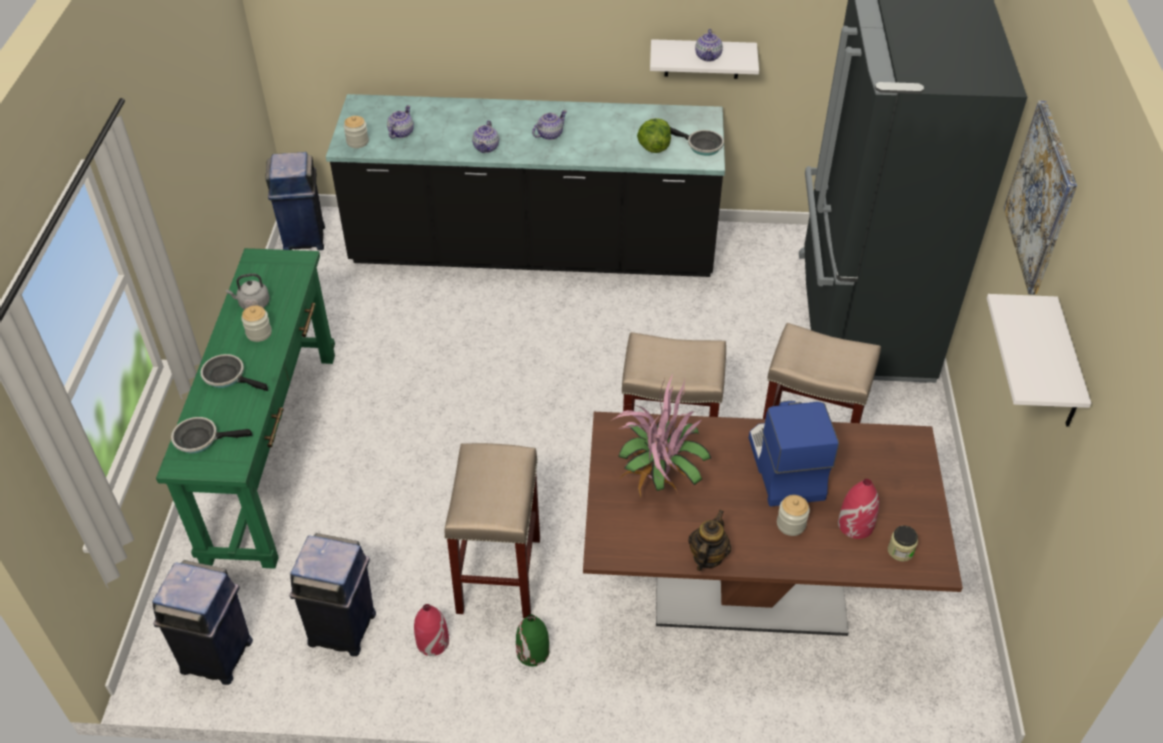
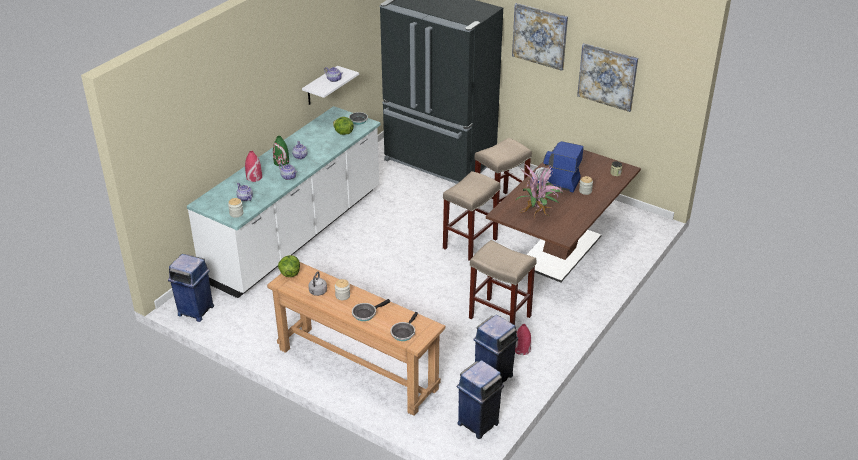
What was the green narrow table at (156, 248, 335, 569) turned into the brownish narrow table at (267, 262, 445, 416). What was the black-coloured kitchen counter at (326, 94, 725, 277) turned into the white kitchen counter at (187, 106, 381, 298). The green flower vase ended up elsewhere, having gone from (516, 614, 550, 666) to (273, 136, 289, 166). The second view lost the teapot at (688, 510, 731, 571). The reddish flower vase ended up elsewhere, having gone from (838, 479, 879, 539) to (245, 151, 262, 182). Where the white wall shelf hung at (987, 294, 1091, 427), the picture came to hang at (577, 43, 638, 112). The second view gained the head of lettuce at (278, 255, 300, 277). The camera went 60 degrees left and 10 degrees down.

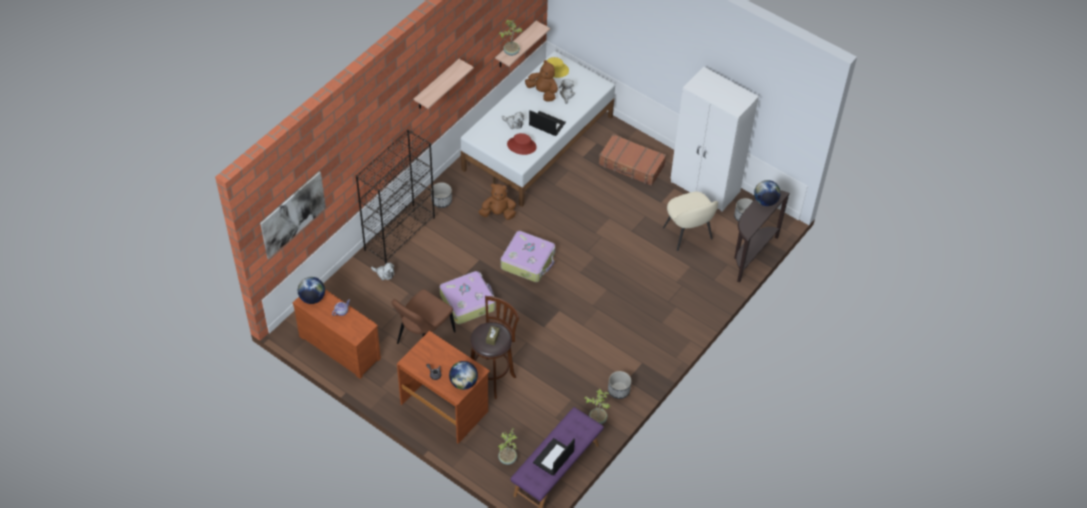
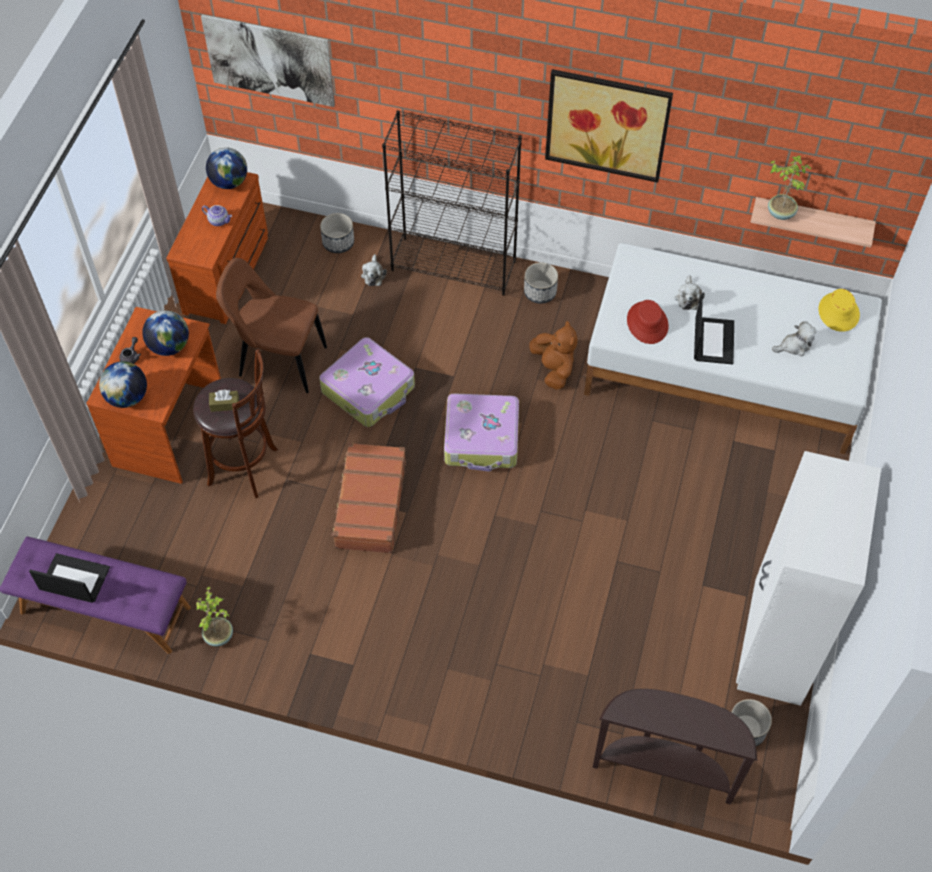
Where the wall shelf hung at (414, 59, 474, 109), the picture came to hang at (545, 69, 673, 183). The second view lost the houseplant at (498, 428, 517, 465). The second view lost the brownish plush toy at (525, 60, 558, 102). The brownish travel case ended up elsewhere, having gone from (599, 134, 666, 186) to (331, 443, 406, 553). The planter ended up elsewhere, having gone from (608, 371, 631, 399) to (320, 213, 354, 253). The second view lost the beige upright chair at (663, 192, 718, 251). The desk globe ended up elsewhere, having gone from (754, 180, 781, 206) to (142, 310, 189, 356). The camera went 70 degrees right and 5 degrees up.

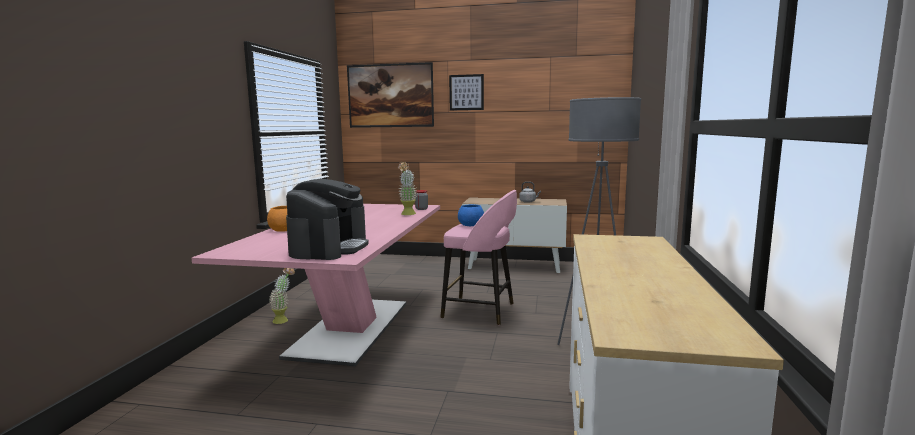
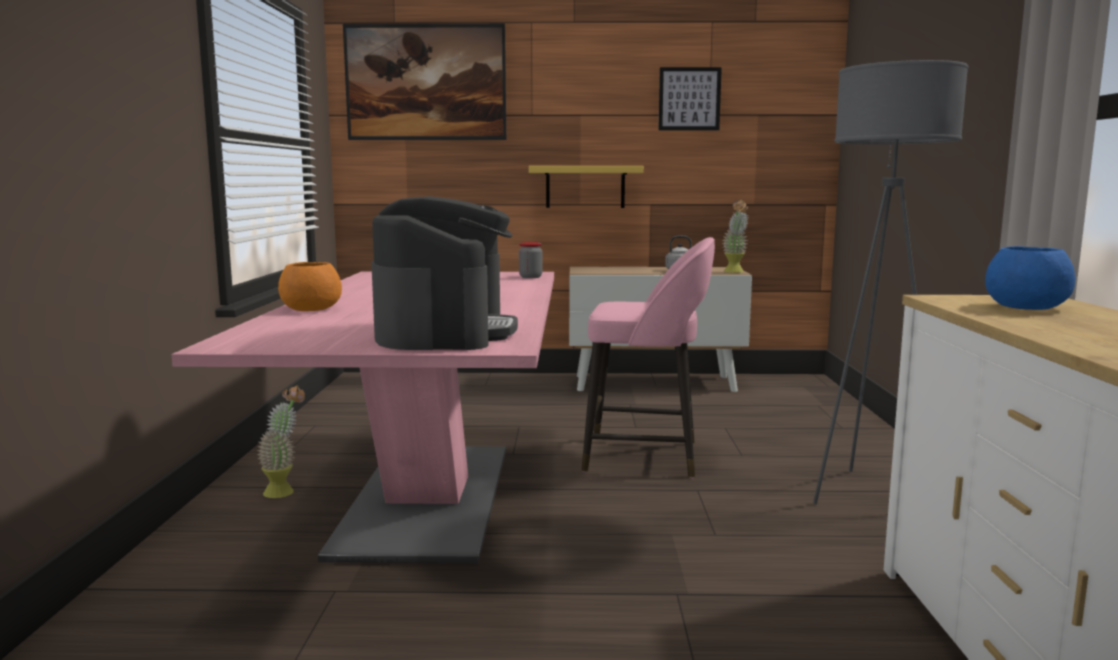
The houseplant ended up elsewhere, having gone from (398, 162, 417, 215) to (722, 200, 748, 273). The picture ended up elsewhere, having gone from (449, 74, 484, 110) to (658, 67, 722, 130). The blue serving bowl ended up elsewhere, having gone from (458, 204, 484, 226) to (985, 246, 1076, 310). The second view gained the yellowish wall shelf at (529, 166, 644, 208). The camera went 10 degrees left and 0 degrees up.

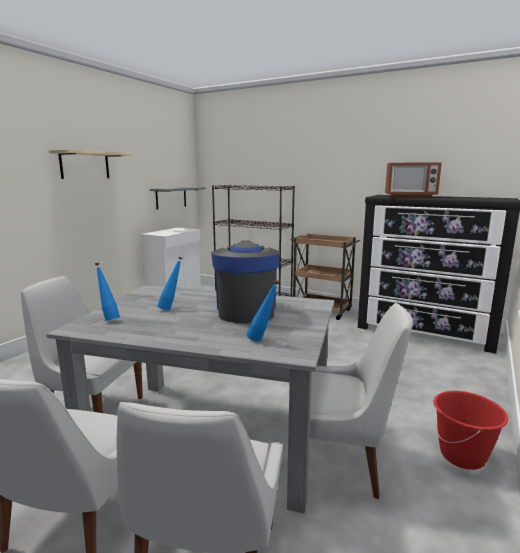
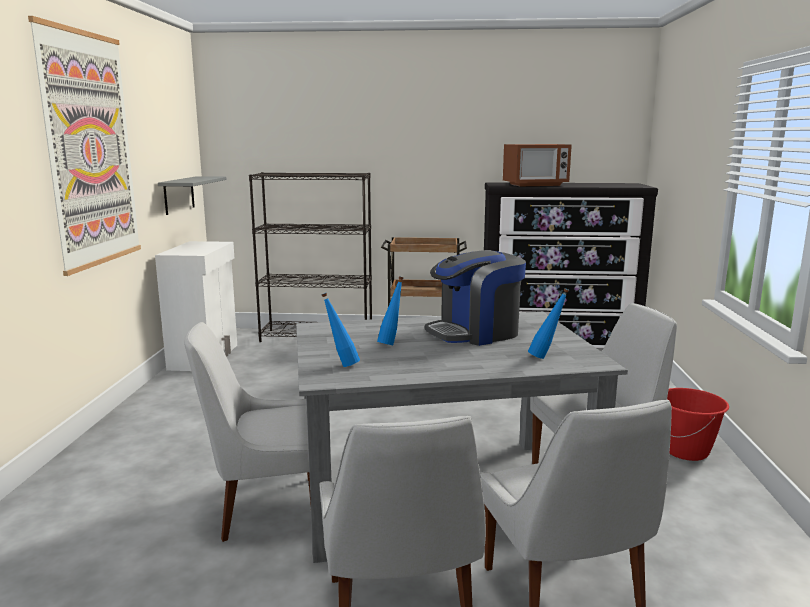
Where the beige wall shelf hung at (48, 149, 132, 179), the picture came to hang at (28, 16, 141, 276). The coffee brewer at (211, 241, 280, 323) ended up facing another way, 90 degrees counterclockwise from before. The camera went 25 degrees left and 0 degrees up.

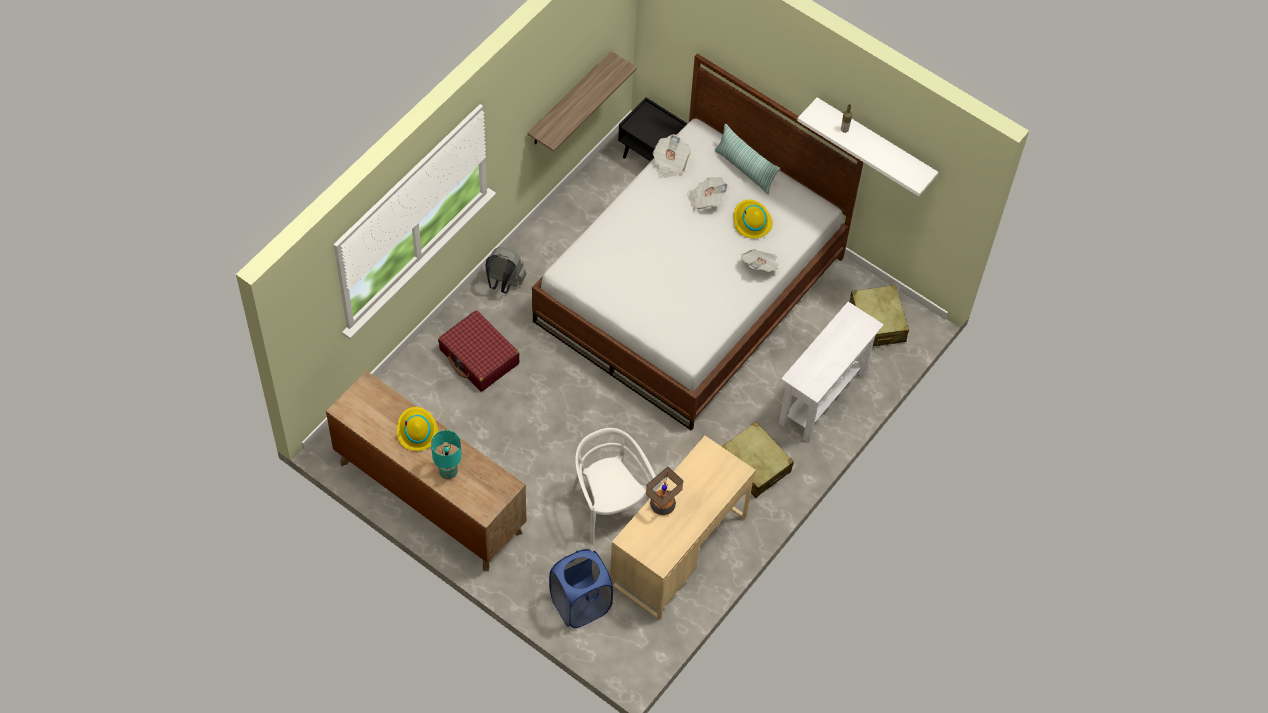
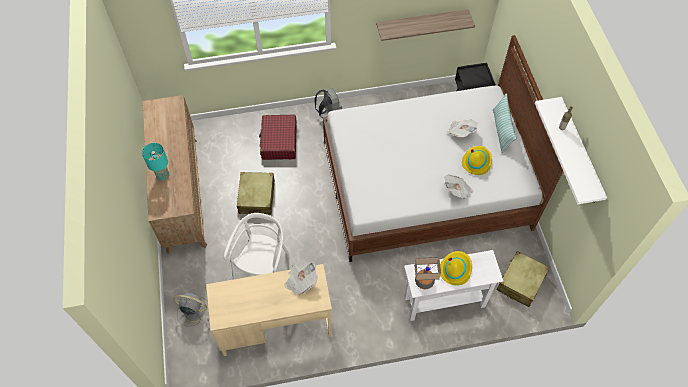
The yellowish clothing hat ended up elsewhere, having gone from (397, 407, 439, 451) to (440, 251, 472, 286). Where the blue hamper stood at (549, 549, 613, 628), the gray electric fan came to stand at (173, 293, 209, 327). The tabletop lamp ended up elsewhere, having gone from (646, 467, 683, 515) to (414, 257, 441, 289). The daily paper ended up elsewhere, having gone from (653, 134, 691, 178) to (284, 260, 318, 296). The beige travel case ended up elsewhere, having gone from (721, 422, 794, 498) to (237, 172, 275, 215). The camera went 45 degrees right and 0 degrees up.

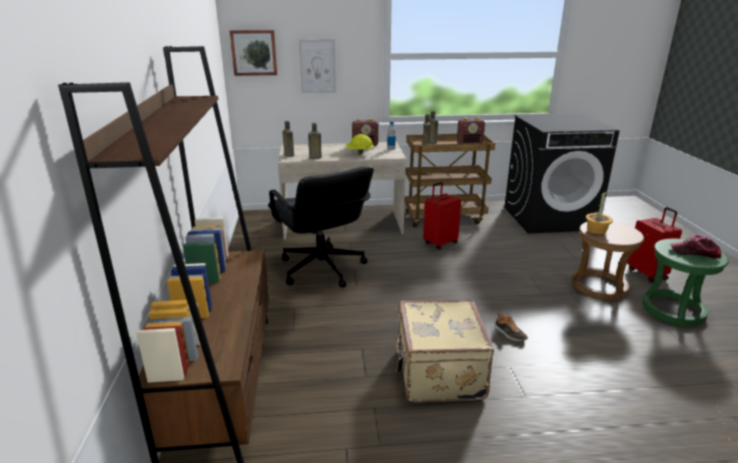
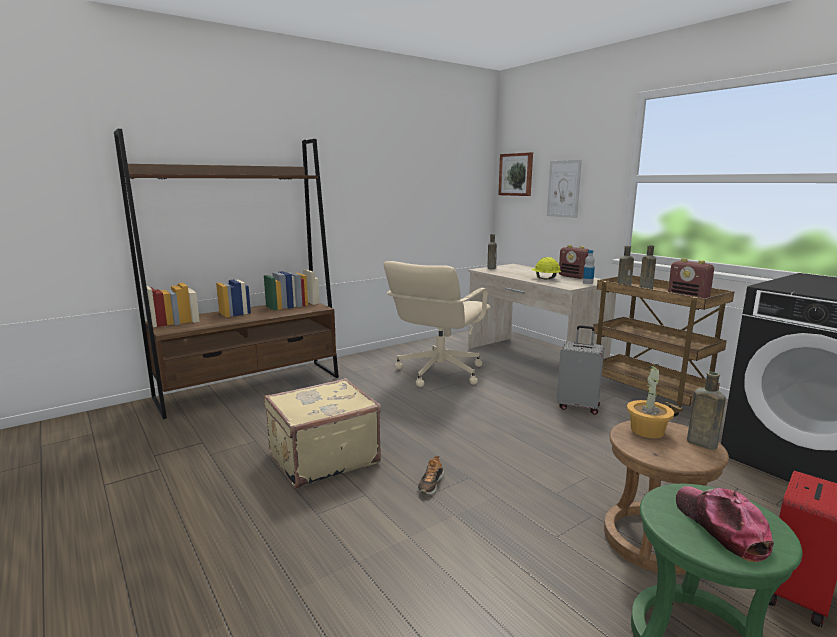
What was the black-coloured computer chair at (268, 166, 374, 287) turned into the beige computer chair at (383, 261, 490, 387). The brownish bottle ended up elsewhere, having gone from (308, 123, 322, 159) to (687, 372, 726, 450). What was the reddish travel case at (423, 182, 461, 250) turned into the gray travel case at (557, 325, 604, 415). The camera went 60 degrees right and 10 degrees down.

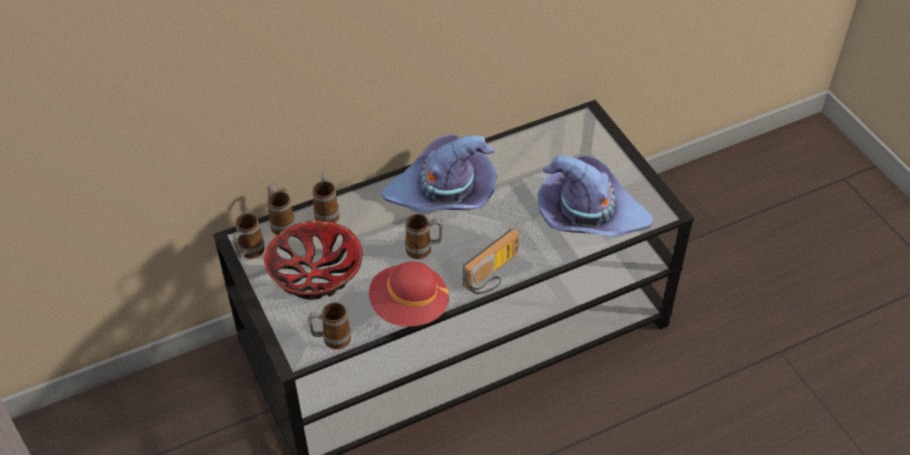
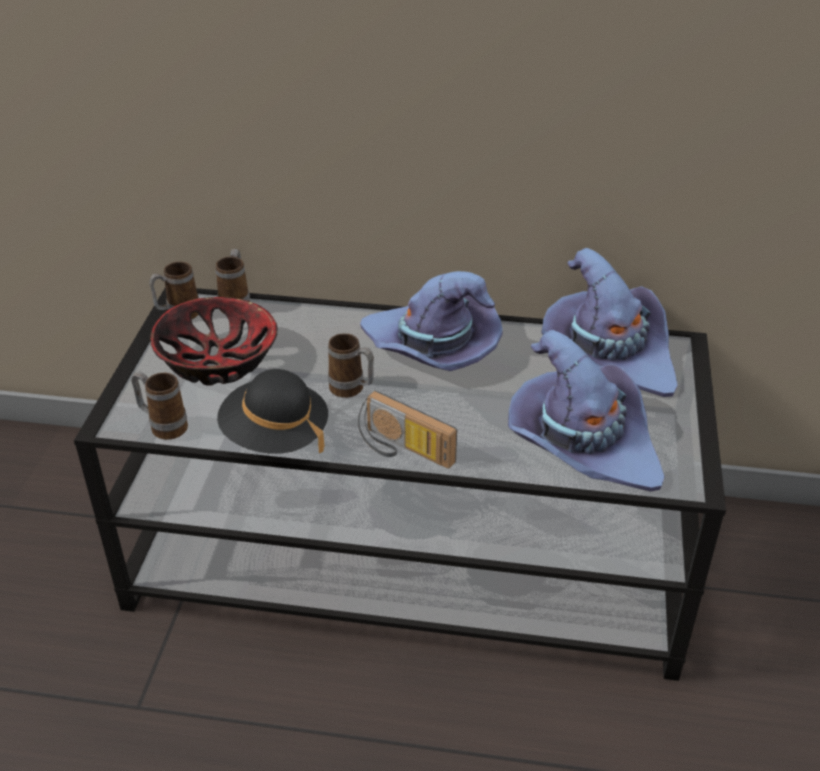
The second view lost the coffee mug at (313, 172, 340, 223). What was the reddish clothing hat at (369, 261, 449, 327) turned into the black-coloured clothing hat at (217, 369, 328, 454). The radio receiver at (463, 228, 519, 294) ended up facing another way, 45 degrees clockwise from before. The second view gained the purplish clothing hat at (541, 248, 678, 397). The camera went 35 degrees right and 10 degrees down.

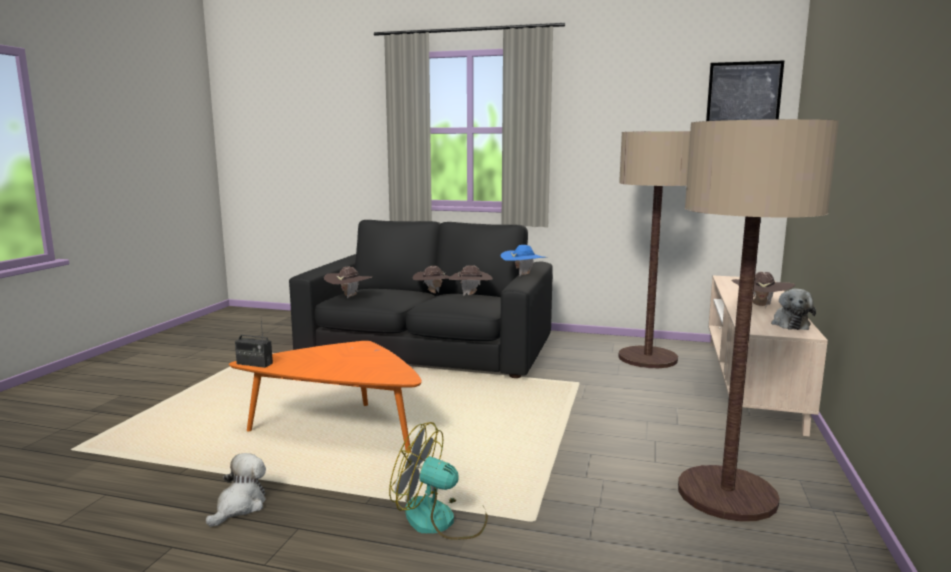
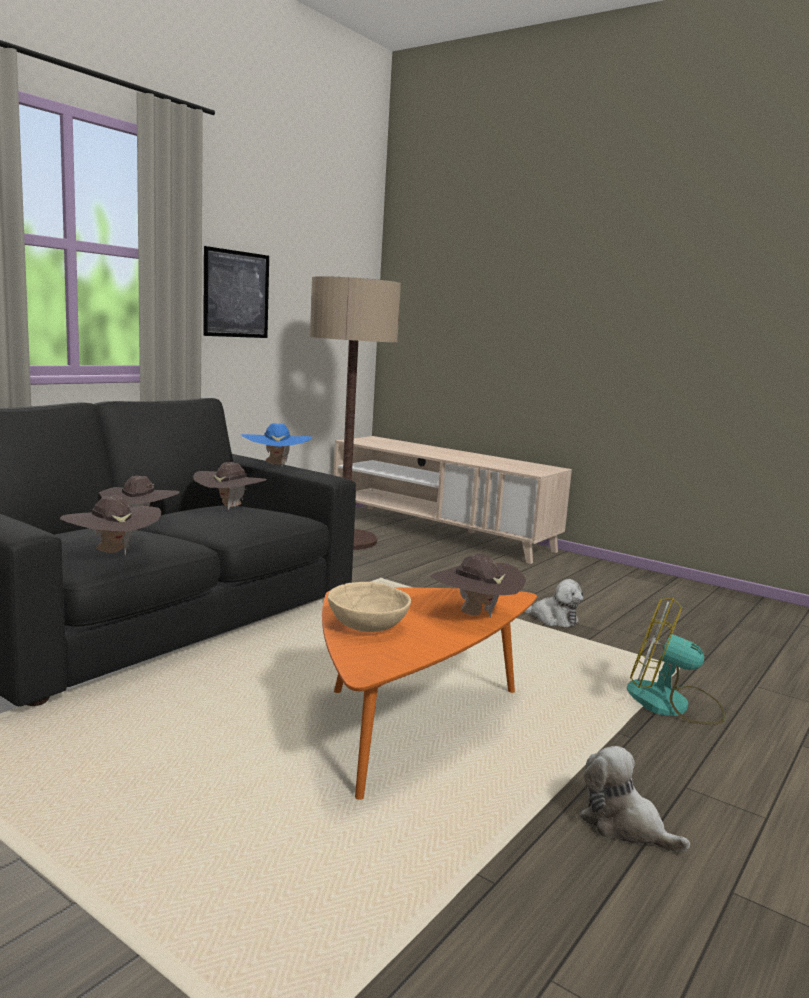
The second view lost the radio receiver at (235, 321, 273, 368). The electric fan at (389, 422, 488, 540) ended up facing another way, 75 degrees clockwise from before. The second view lost the standard lamp at (678, 119, 839, 522). The picture ended up elsewhere, having gone from (706, 61, 784, 121) to (203, 246, 269, 338). The brownish clothing hat ended up elsewhere, having gone from (731, 272, 796, 308) to (431, 554, 526, 617). The plush toy ended up elsewhere, having gone from (771, 288, 816, 330) to (524, 579, 584, 627). The second view gained the beige serving bowl at (328, 582, 411, 632). The camera went 70 degrees left and 0 degrees up.

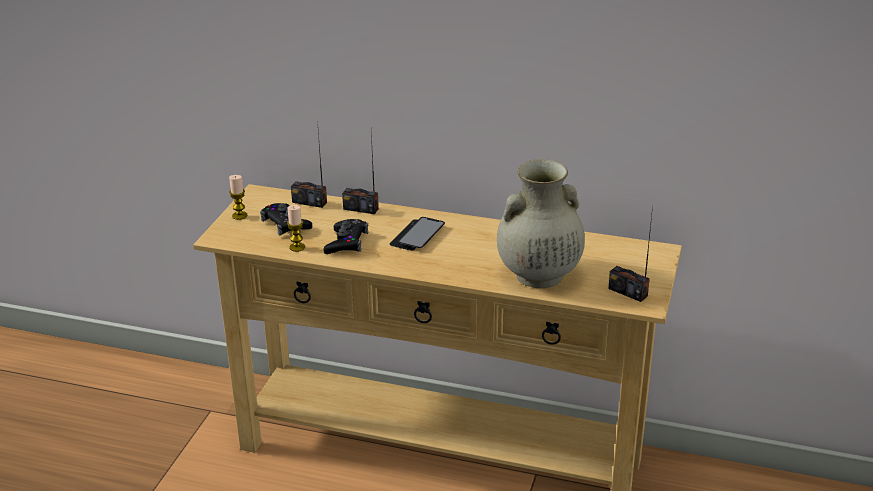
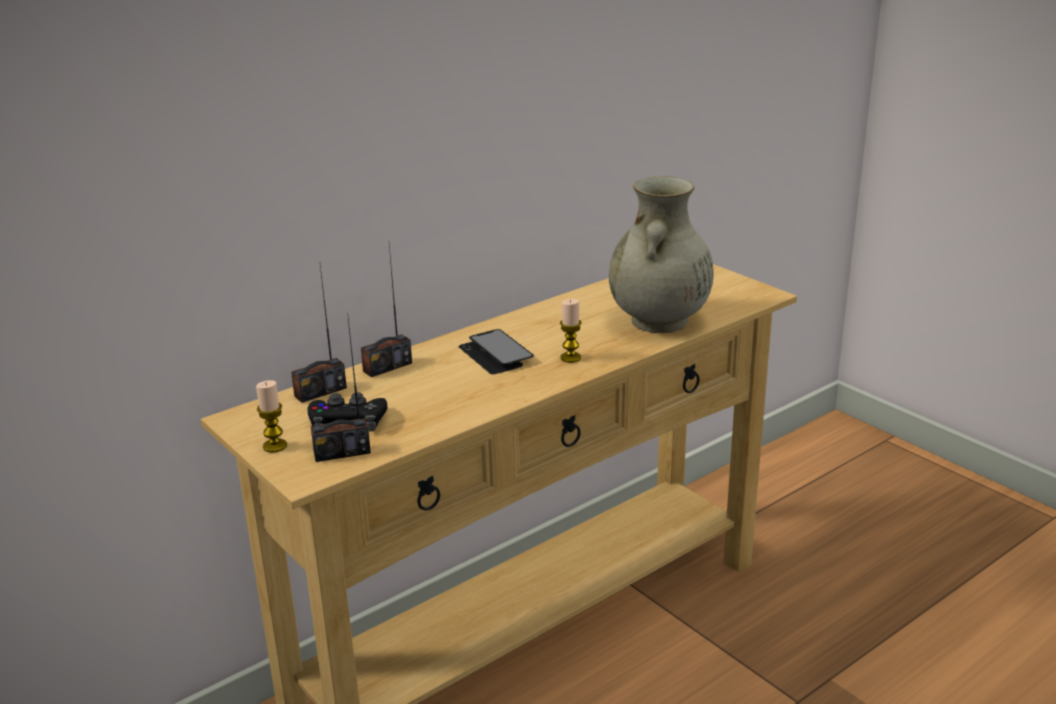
The candle ended up elsewhere, having gone from (287, 205, 305, 252) to (560, 299, 582, 363). The second view lost the black-coloured gamepad at (323, 219, 368, 254). The radio receiver ended up elsewhere, having gone from (608, 206, 653, 302) to (311, 318, 371, 462). The camera went 55 degrees left and 5 degrees down.

